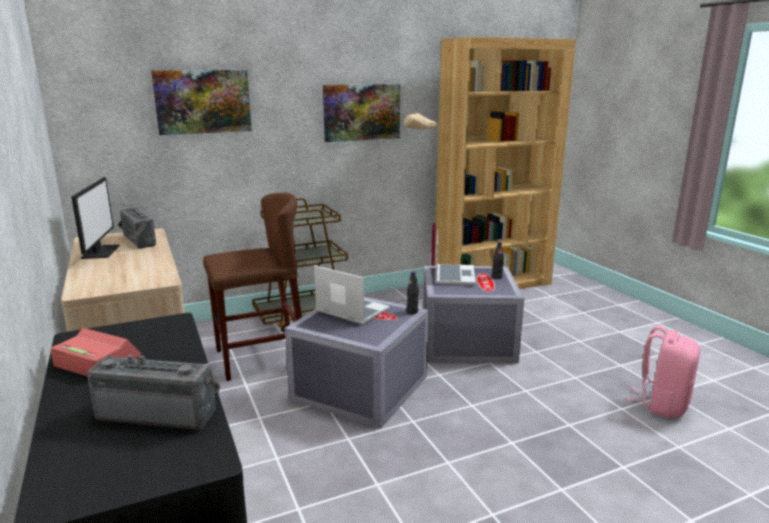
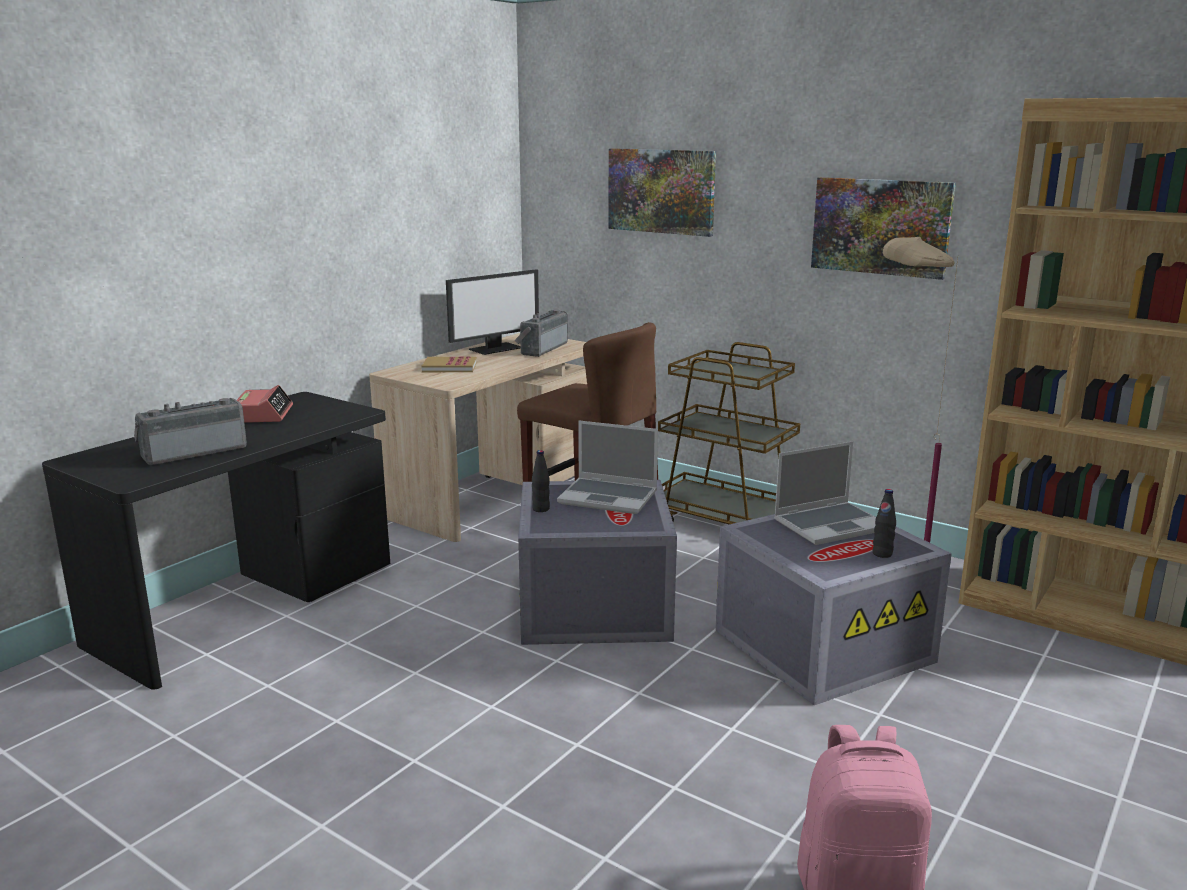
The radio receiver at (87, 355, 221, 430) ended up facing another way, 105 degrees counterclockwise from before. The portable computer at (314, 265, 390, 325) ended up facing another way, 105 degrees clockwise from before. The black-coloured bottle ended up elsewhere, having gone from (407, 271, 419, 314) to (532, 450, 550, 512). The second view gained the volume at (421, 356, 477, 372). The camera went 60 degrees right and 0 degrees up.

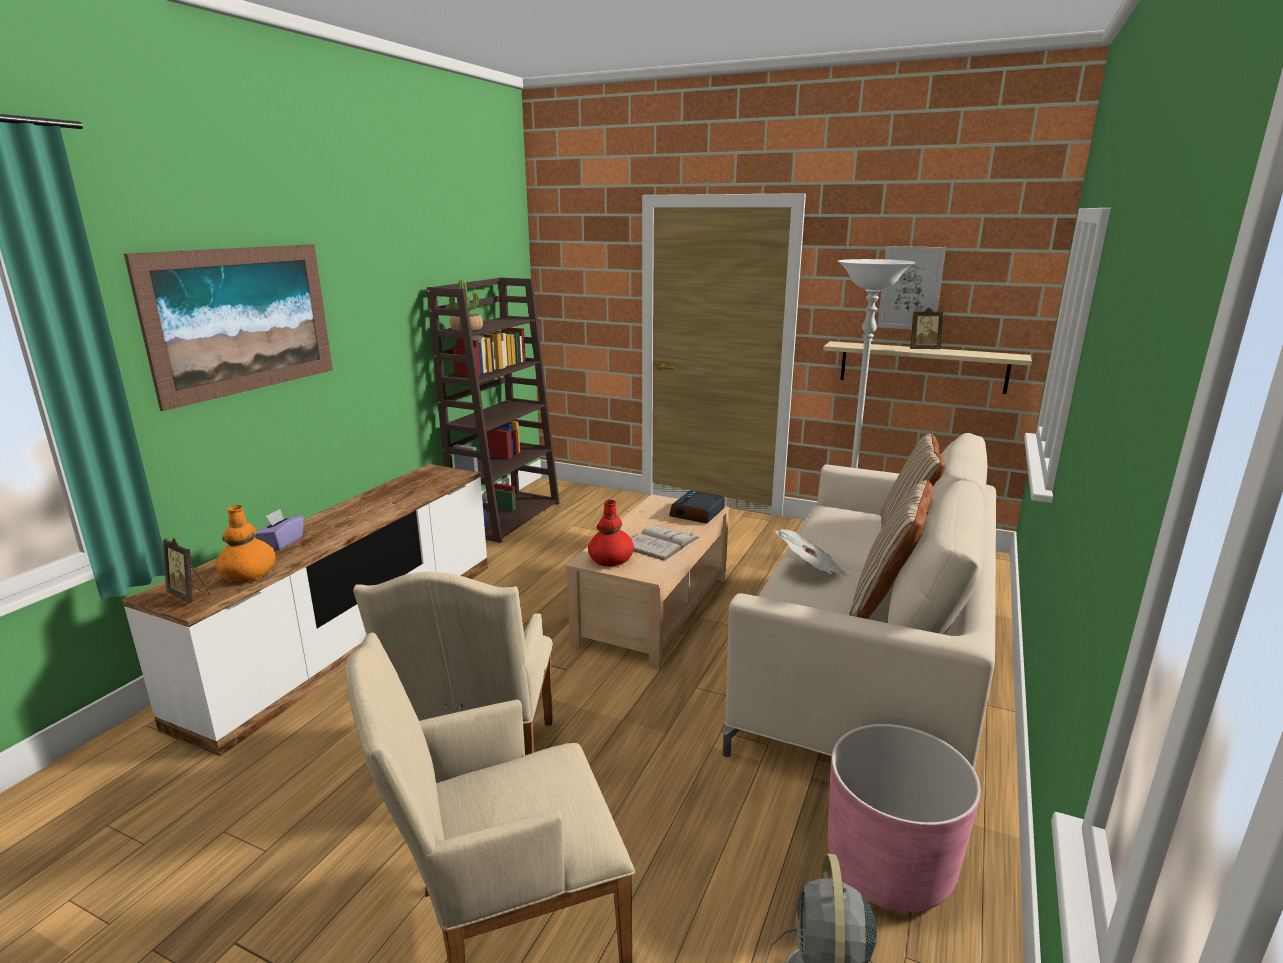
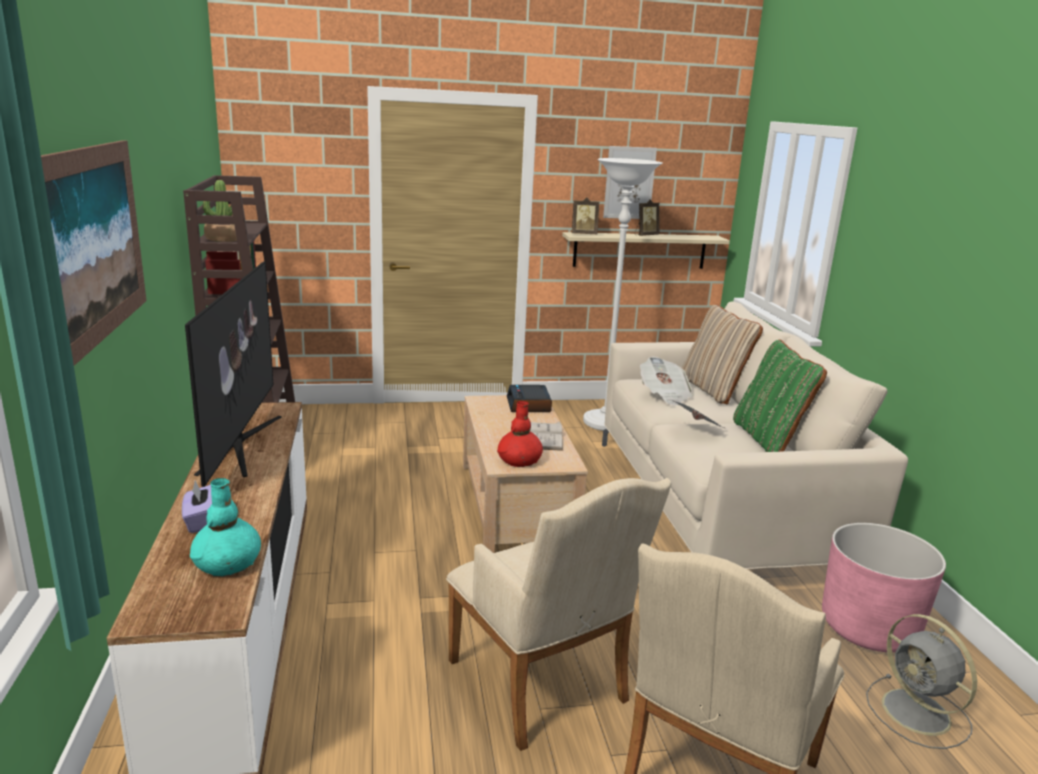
The standing frame ended up elsewhere, having gone from (163, 538, 210, 604) to (572, 197, 599, 234). What was the orange-coloured flower vase at (215, 505, 276, 583) turned into the blue-green flower vase at (190, 478, 261, 577). What was the beige cushion at (850, 480, 933, 619) turned into the green cushion at (733, 340, 827, 452). The second view gained the TV set at (185, 262, 282, 487). The second view gained the daily paper at (640, 356, 693, 406). The camera went 35 degrees left and 0 degrees up.

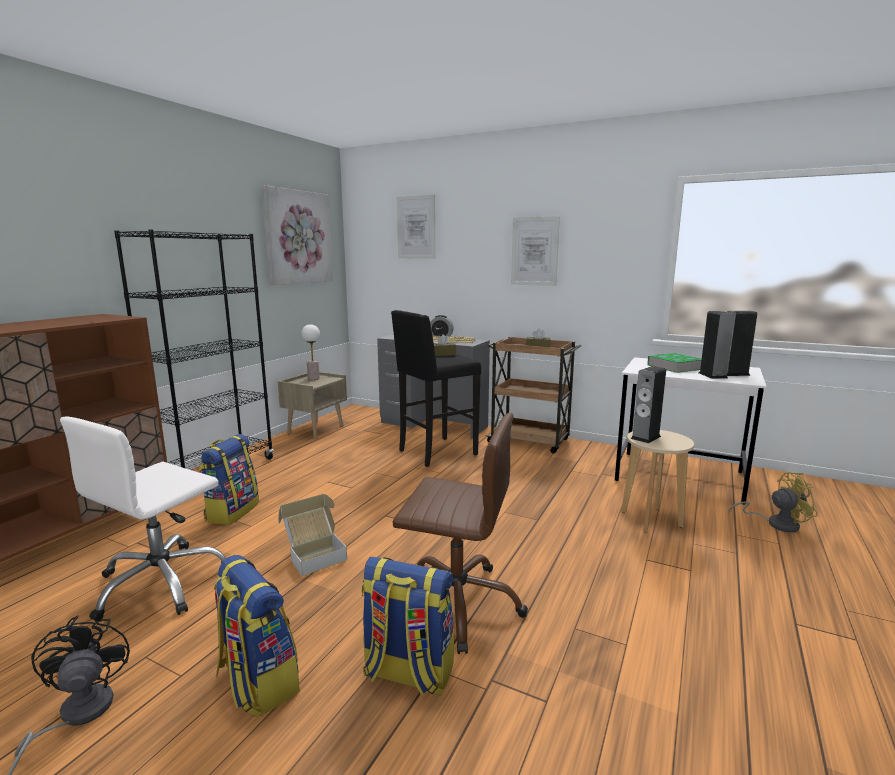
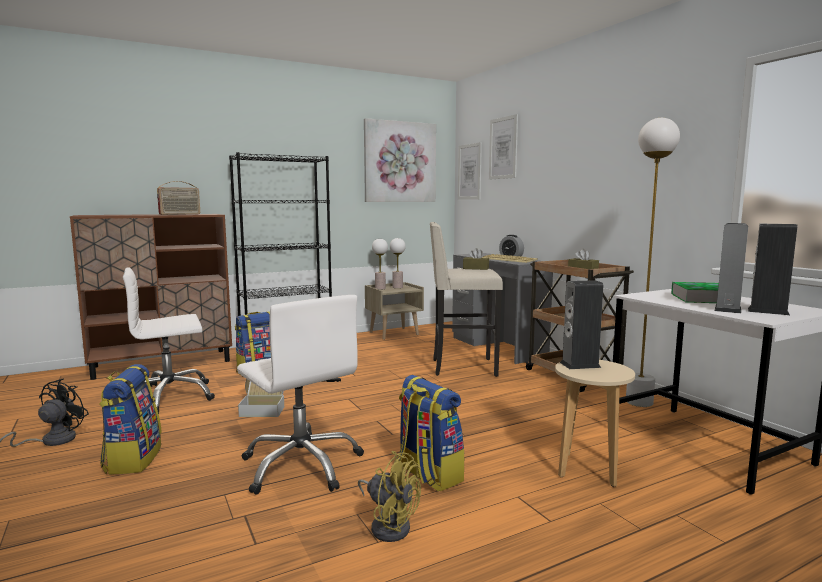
The backpack ended up elsewhere, having gone from (361, 557, 454, 696) to (397, 375, 464, 492). What was the black-coloured stool at (391, 310, 481, 467) turned into the beige stool at (430, 222, 503, 377). What was the brownish computer chair at (393, 413, 528, 654) turned into the white computer chair at (237, 295, 364, 495). The picture ended up elsewhere, having gone from (511, 216, 560, 286) to (458, 142, 482, 200). The yellowish electric fan ended up elsewhere, having gone from (728, 472, 818, 532) to (358, 451, 421, 542). The second view gained the radio receiver at (157, 181, 200, 215). The second view gained the tabletop lamp at (372, 239, 388, 290). The second view gained the white standard lamp at (626, 118, 680, 407). The camera went 35 degrees right and 5 degrees down.

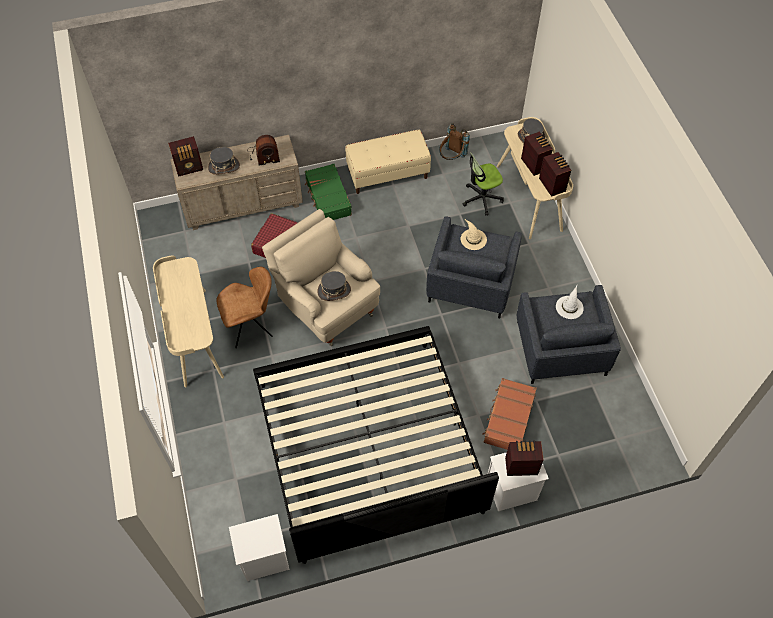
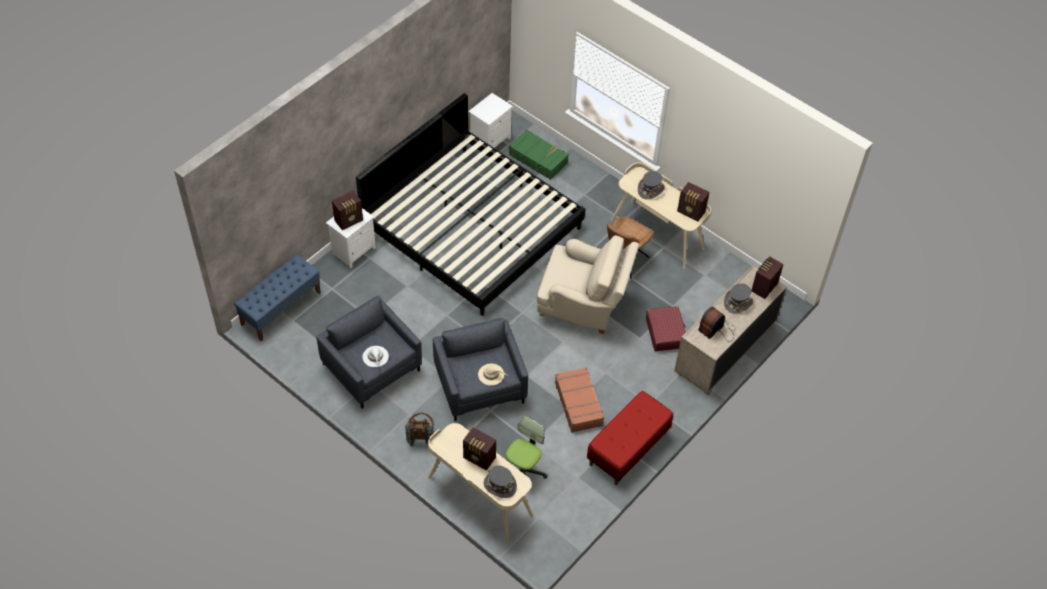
The green travel case ended up elsewhere, having gone from (305, 164, 352, 220) to (509, 129, 569, 180). The gray clothing hat ended up elsewhere, having gone from (317, 271, 351, 301) to (638, 171, 665, 199). What was the beige bench at (345, 130, 431, 194) turned into the reddish bench at (587, 391, 673, 485). The brownish backpack ended up elsewhere, having gone from (439, 123, 470, 160) to (405, 413, 434, 446). The brownish travel case ended up elsewhere, having gone from (482, 378, 537, 450) to (555, 368, 604, 433). The radio receiver ended up elsewhere, having gone from (539, 152, 571, 197) to (677, 182, 710, 221). The second view gained the blue bench at (234, 254, 321, 341). The camera went 145 degrees right and 5 degrees down.

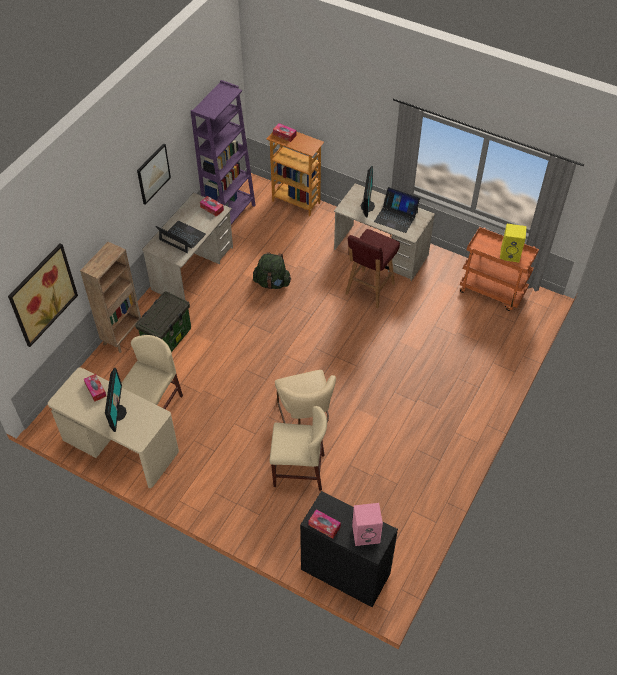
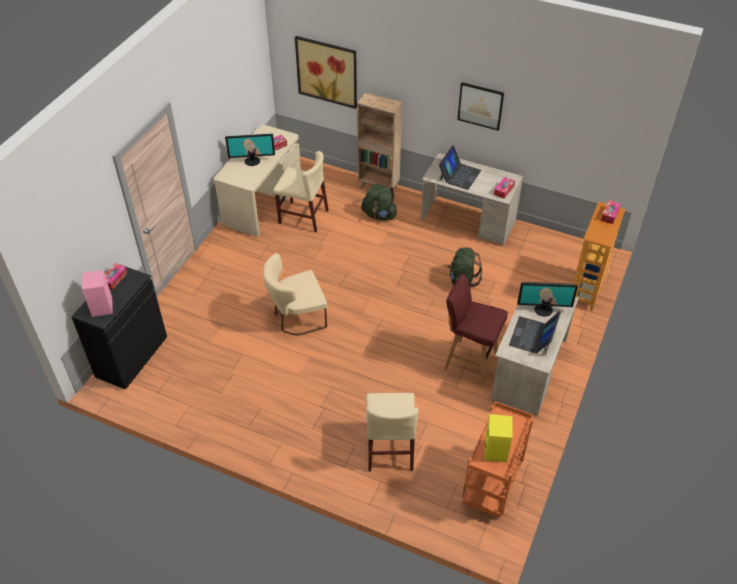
Where the storage container stood at (135, 291, 191, 352), the green backpack came to stand at (361, 184, 397, 221). The second view lost the purplish shelving unit at (191, 80, 256, 224). The beige upright chair ended up elsewhere, having gone from (270, 406, 327, 491) to (366, 393, 418, 471). The camera went 85 degrees right and 5 degrees down.

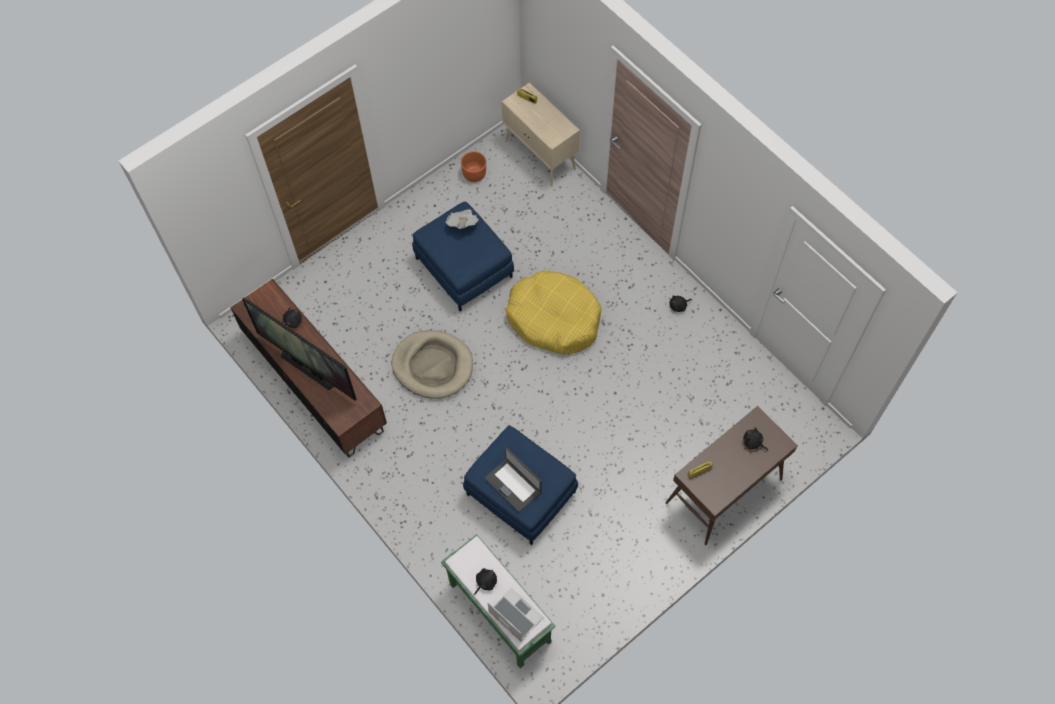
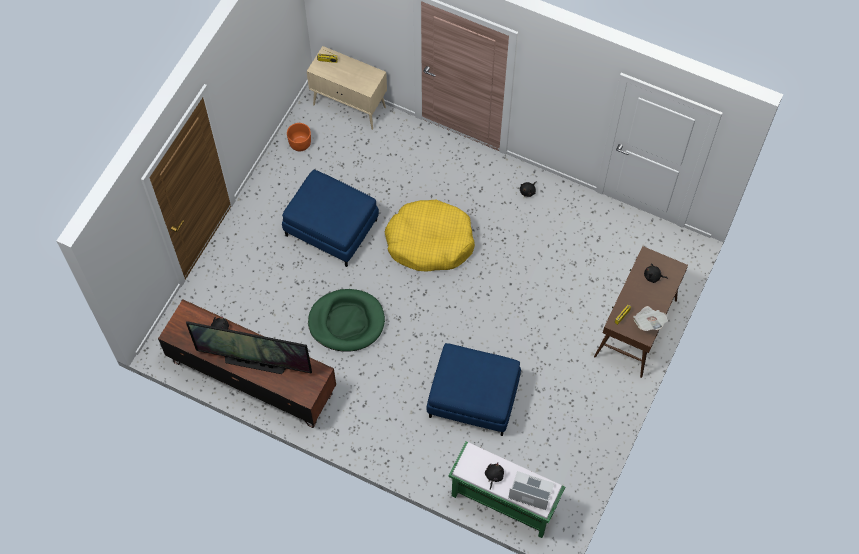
What was the beige dog cushion at (392, 330, 473, 399) turned into the green dog cushion at (308, 289, 385, 352). The daily paper ended up elsewhere, having gone from (446, 209, 479, 229) to (633, 306, 668, 331). The second view lost the portable computer at (485, 447, 541, 512). The camera went 25 degrees left and 0 degrees up.

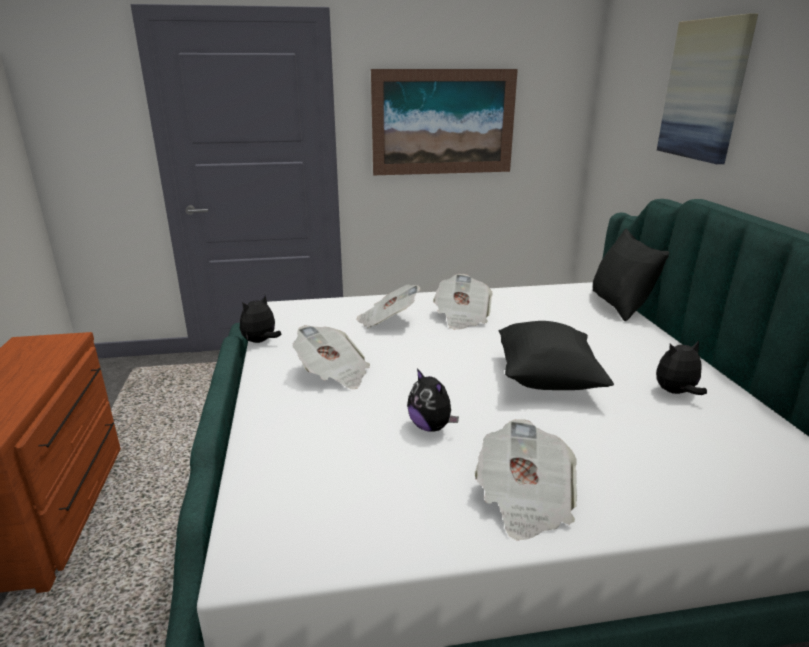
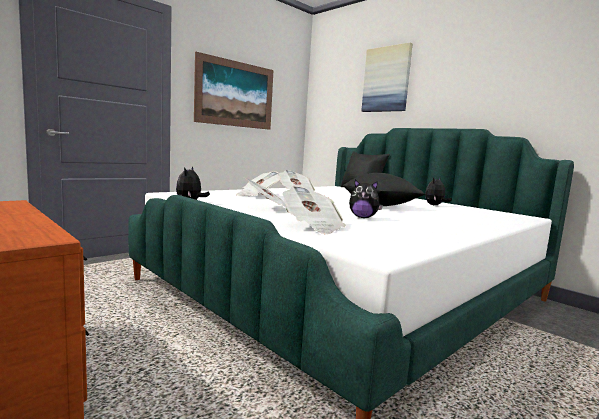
The daily paper ended up elsewhere, having gone from (474, 419, 577, 541) to (282, 186, 346, 235). The camera went 35 degrees left and 15 degrees down.

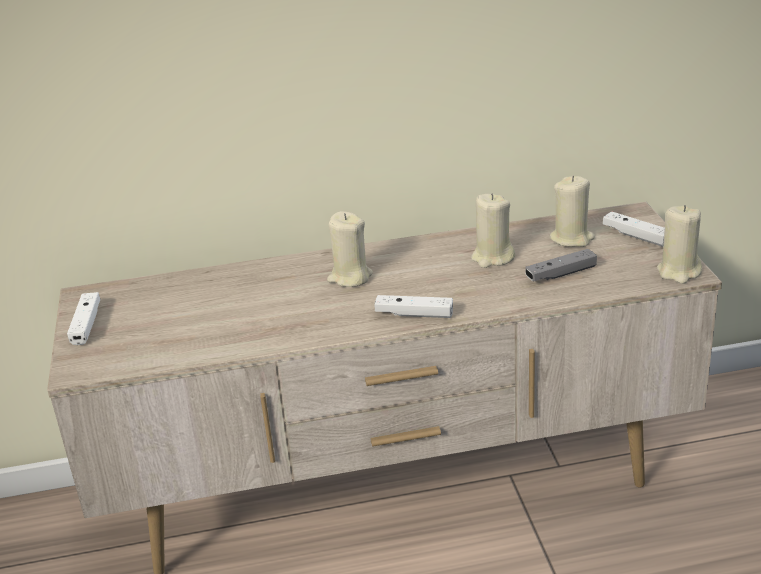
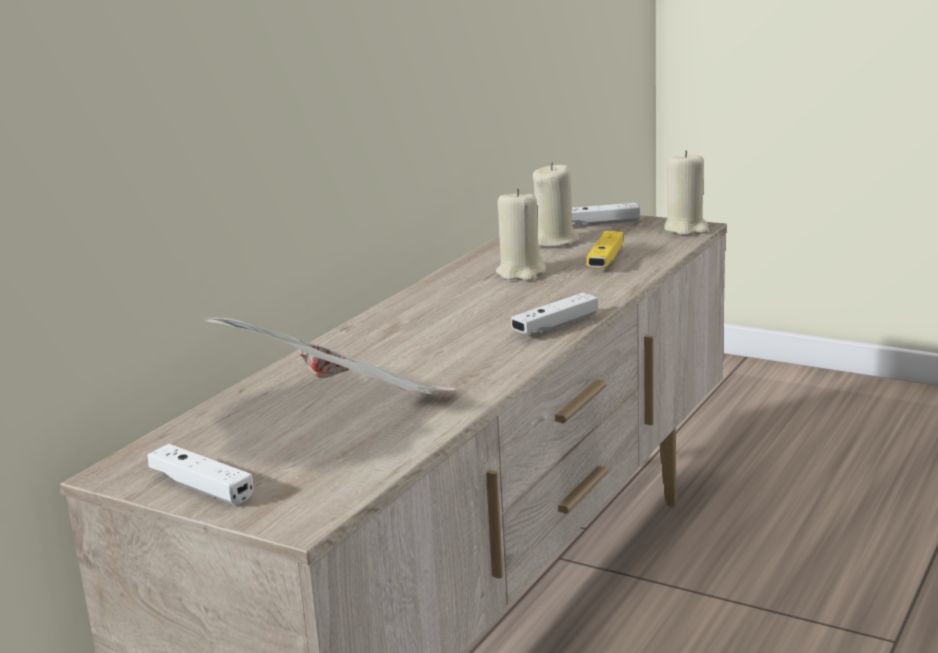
The second view lost the beige candle at (327, 211, 373, 287). What was the gray gamepad at (525, 249, 597, 281) turned into the yellowish gamepad at (587, 231, 623, 268). The second view gained the daily paper at (204, 317, 456, 394). The camera went 50 degrees left and 10 degrees down.

